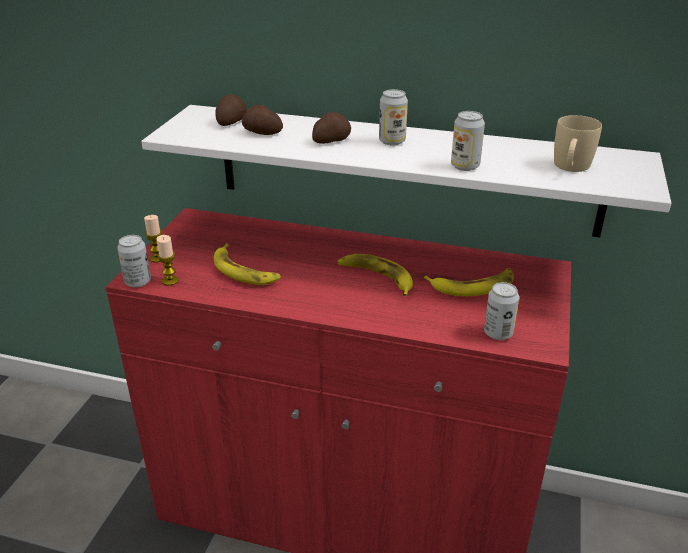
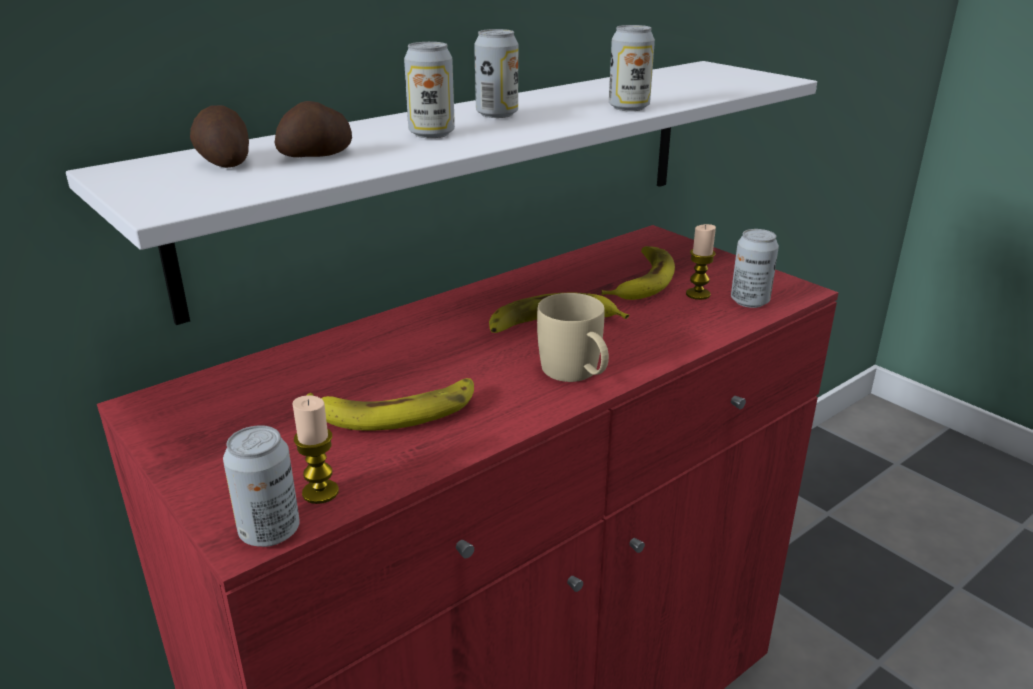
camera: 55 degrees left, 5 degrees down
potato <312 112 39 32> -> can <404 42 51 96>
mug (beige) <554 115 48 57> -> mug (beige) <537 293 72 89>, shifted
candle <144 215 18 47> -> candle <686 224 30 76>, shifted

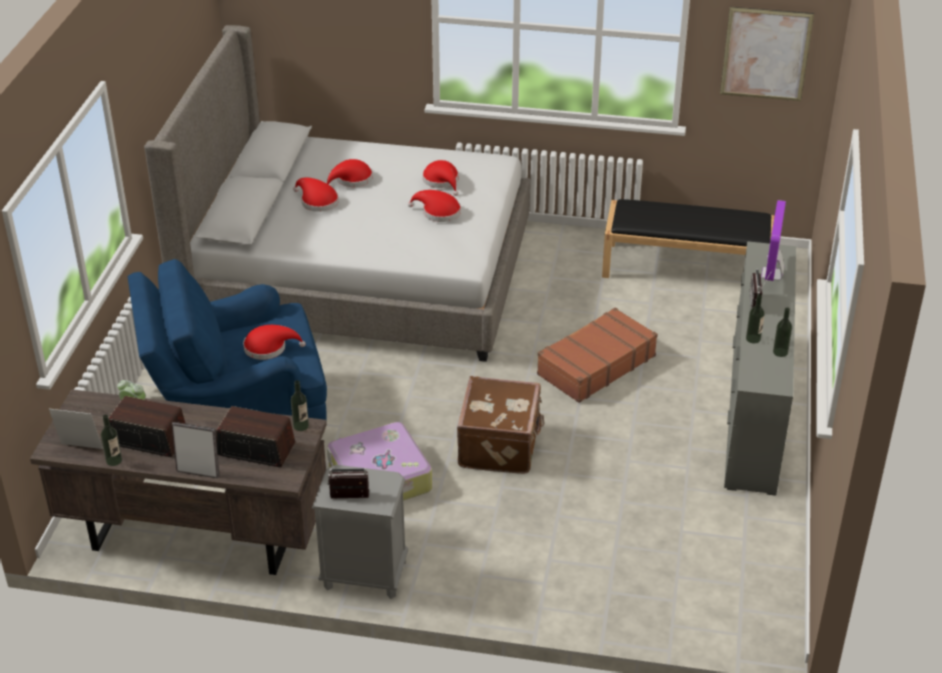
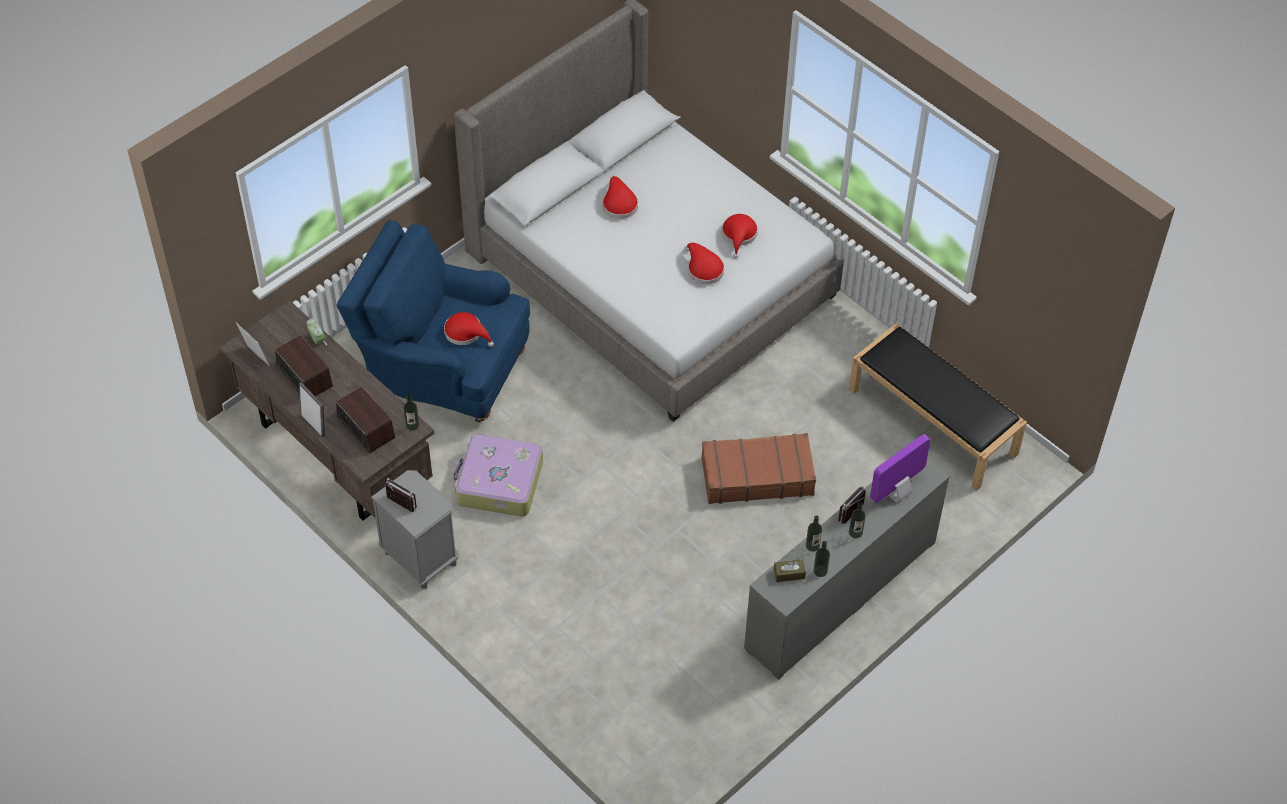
camera: 35 degrees right, 15 degrees up
none -> tissue box (brown) <774 559 32 23>
bottle <101 414 21 52> -> bottle <849 502 17 36>, shifted
hat (red) <327 159 46 28> -> none
suitcase (brown) <457 376 87 98> -> none
picture <720 7 94 94> -> none

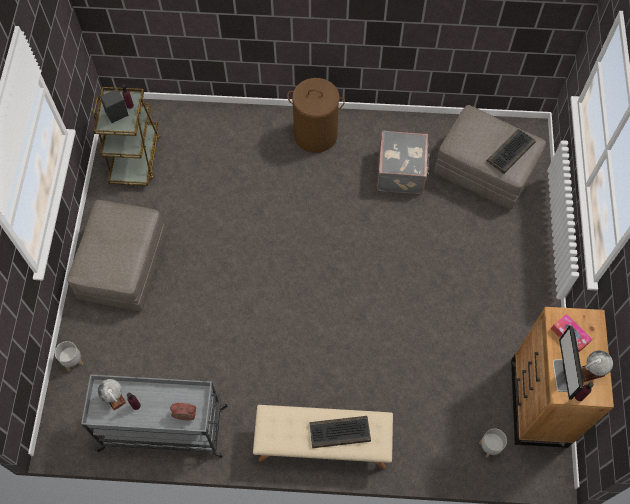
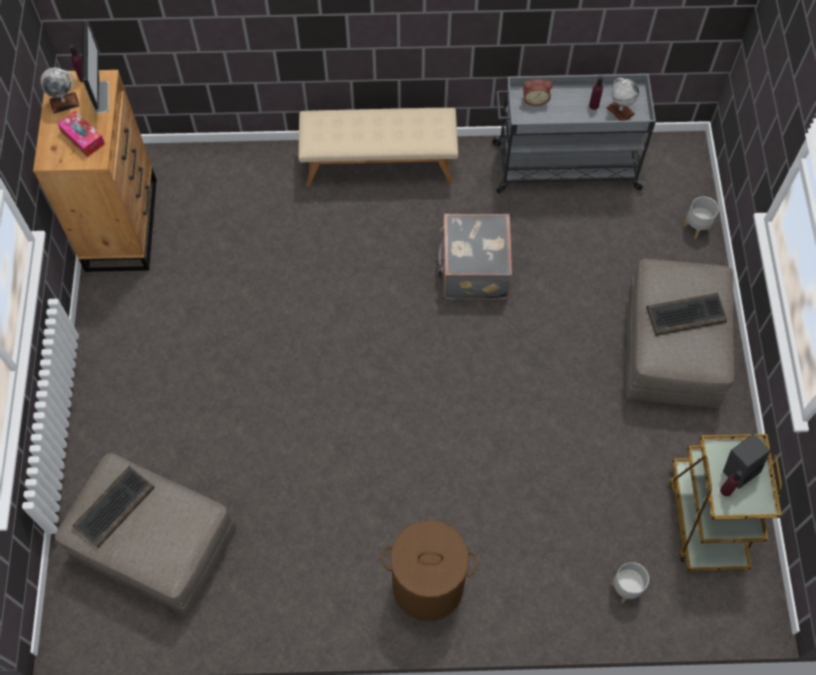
camera: 175 degrees right, 0 degrees up
suitcase (grey) <377 130 53 64> -> suitcase (grey) <437 214 75 85>, shifted
planter (grey) <479 429 28 29> -> planter (grey) <611 562 38 41>, shifted
keyboard <309 416 62 32> -> keyboard <646 293 81 43>, shifted

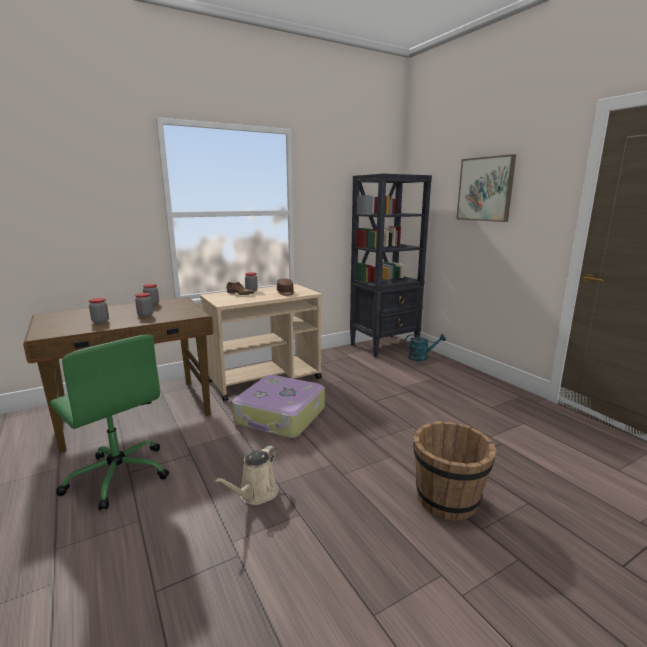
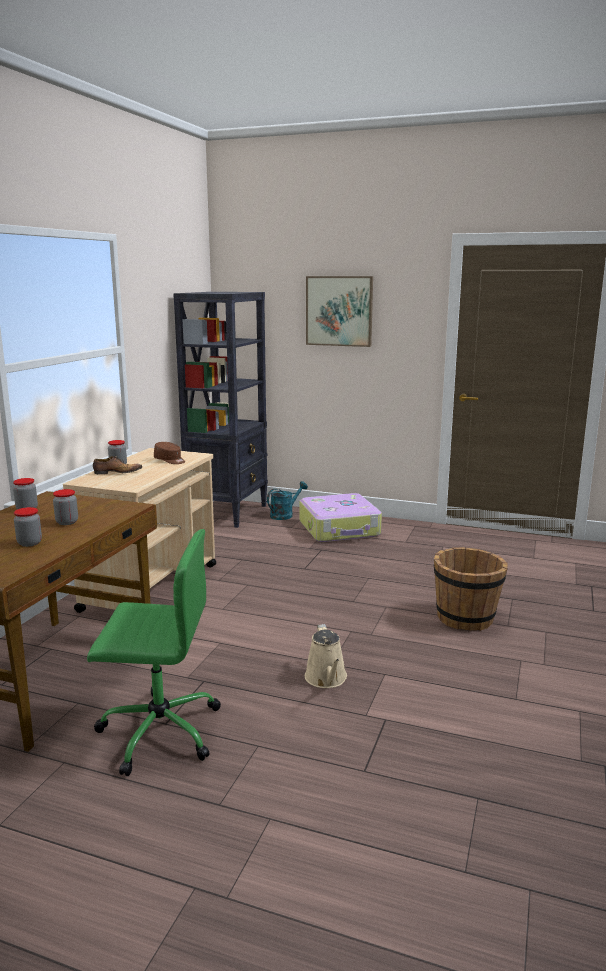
camera: 40 degrees left, 0 degrees up
suitcase <232 375 93 63> -> suitcase <299 493 83 49>, shifted

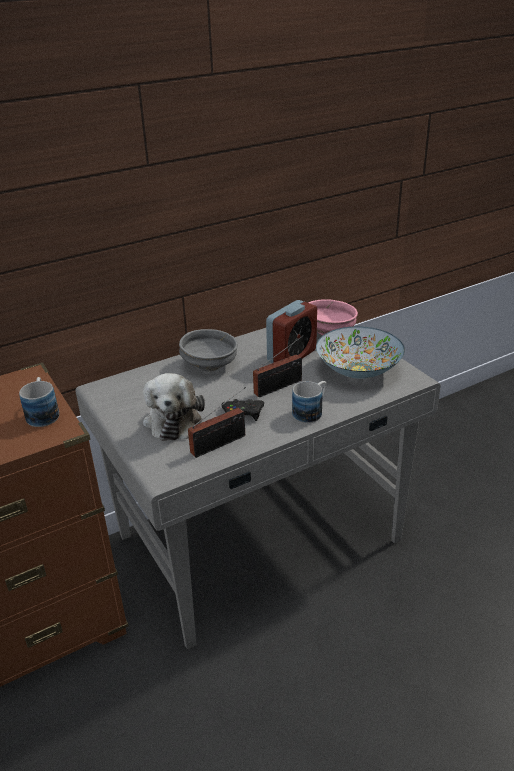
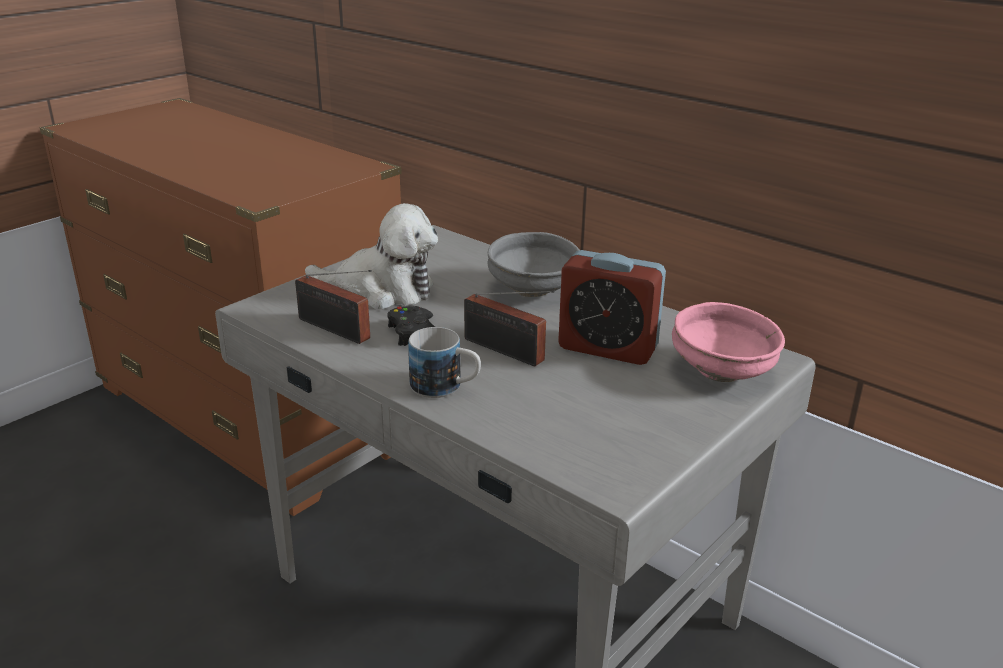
camera: 70 degrees right, 5 degrees down
plush toy <143 373 62 68> -> plush toy <305 203 133 106>, 150 degrees counterclockwise
mug <19 377 40 50> -> none
bowl <316 326 89 53> -> none

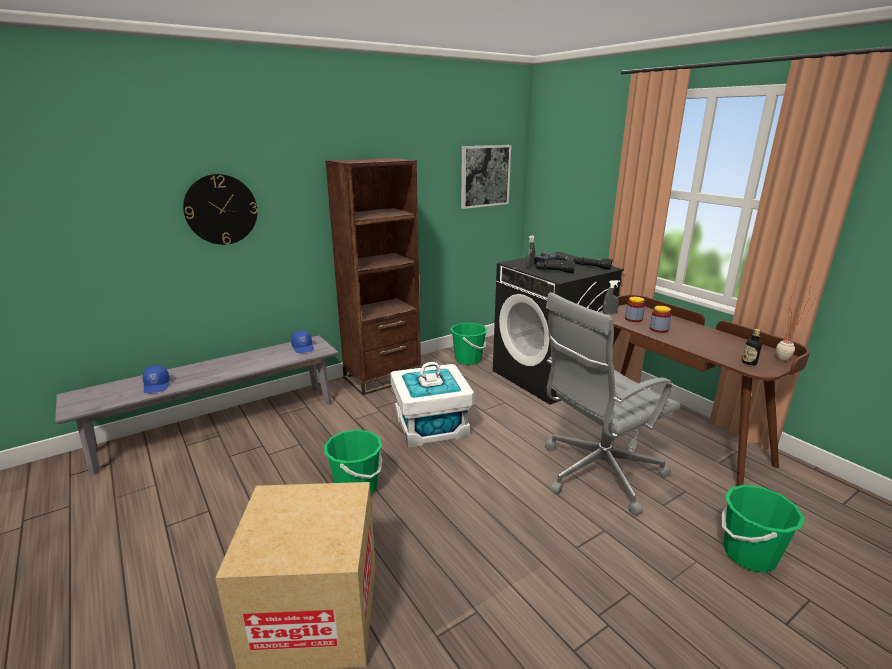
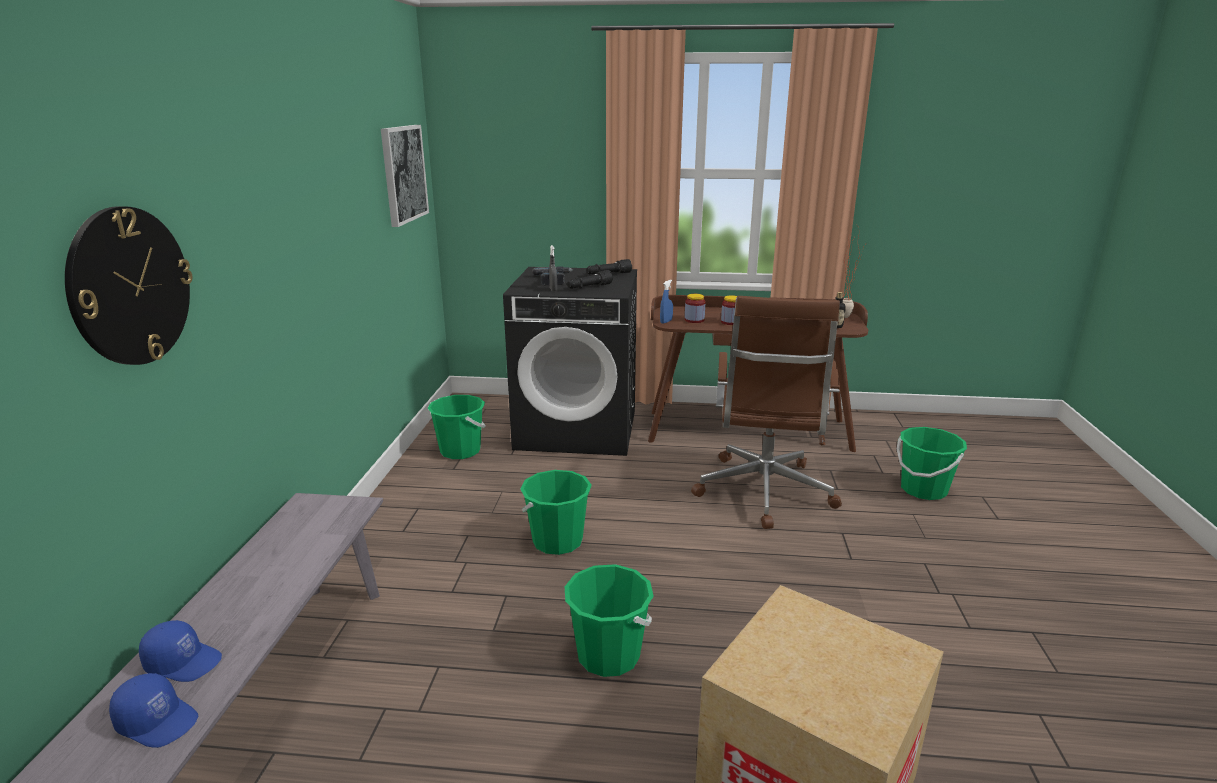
camera: 50 degrees left, 0 degrees up
cap (blue) <291 330 23 23> -> cap (blue) <139 620 83 62>, shifted
storage box (white) <390 362 84 85> -> bucket (green) <520 470 72 85>
spray bottle (grey) <603 280 17 34> -> spray bottle (blue) <660 280 13 44>
office chair (grey) <545 292 135 223> -> office chair (brown) <691 296 151 233>
bookcase (brown) <325 158 96 237> -> none

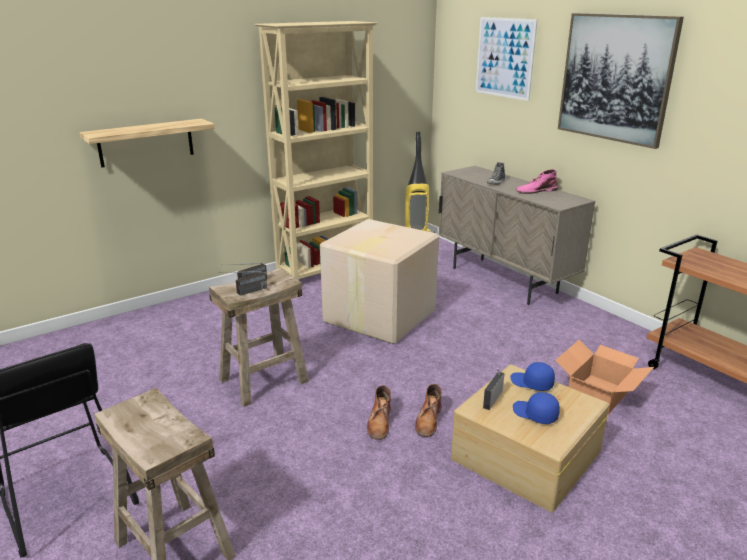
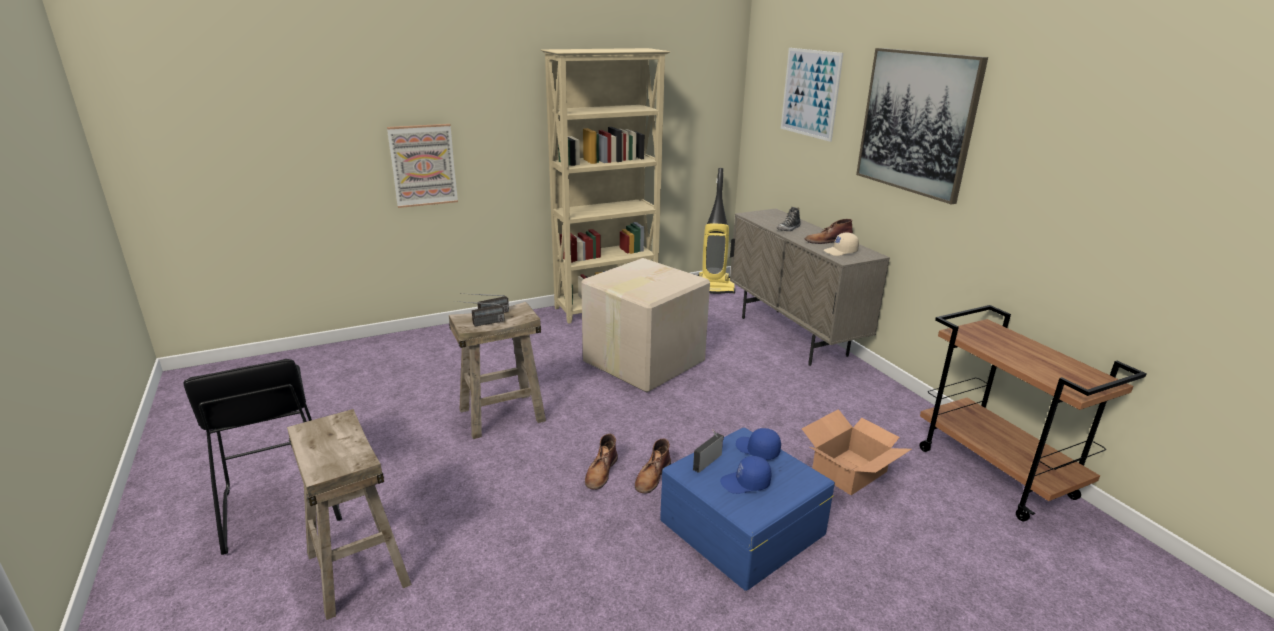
camera: 10 degrees right, 0 degrees up
shelf <80 119 135 49> -> picture <387 124 71 84>
storage box (beige) <451 365 159 147> -> storage box (blue) <660 428 175 163>
cap (blue) <513 392 47 32> -> cap (blue) <720 456 51 38>, 60 degrees counterclockwise
boot (pink) <516 169 42 25> -> boot (brown) <805 219 48 25>
none -> cap (beige) <824 232 35 24>

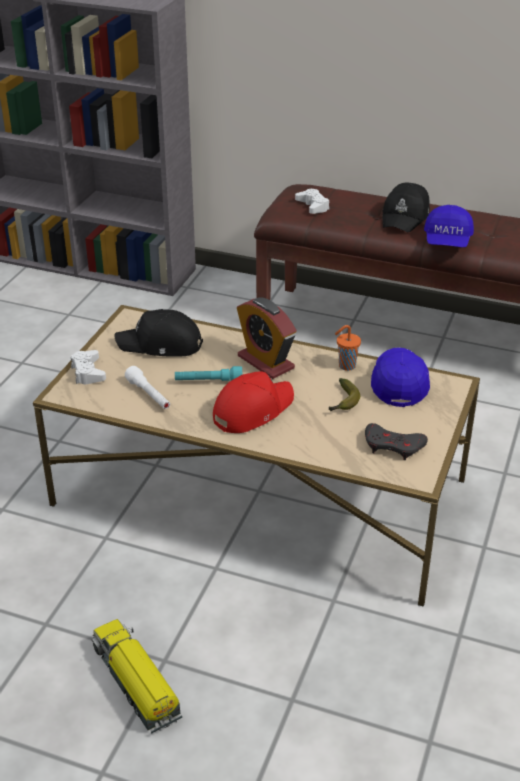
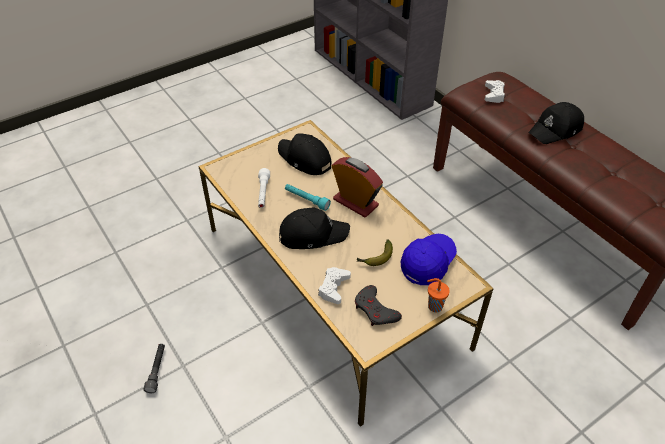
camera: 35 degrees right, 10 degrees up
toy truck <92 619 90 115> -> flashlight (grey) <143 344 22 49>
cap (red) <213 371 81 62> -> cap (black) <279 207 71 42>
game controller (white) <71 350 35 34> -> game controller (white) <318 267 33 37>, shifted
alarm clock <237 297 60 82> -> alarm clock <332 157 51 60>, 135 degrees clockwise
cup (orange) <335 325 26 46> -> cup (orange) <427 278 23 34>, shifted
cap (blue) <424 205 50 42> -> none

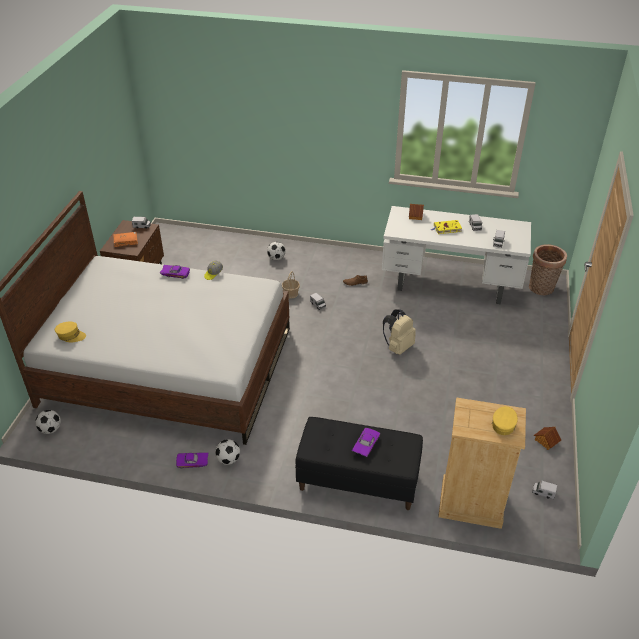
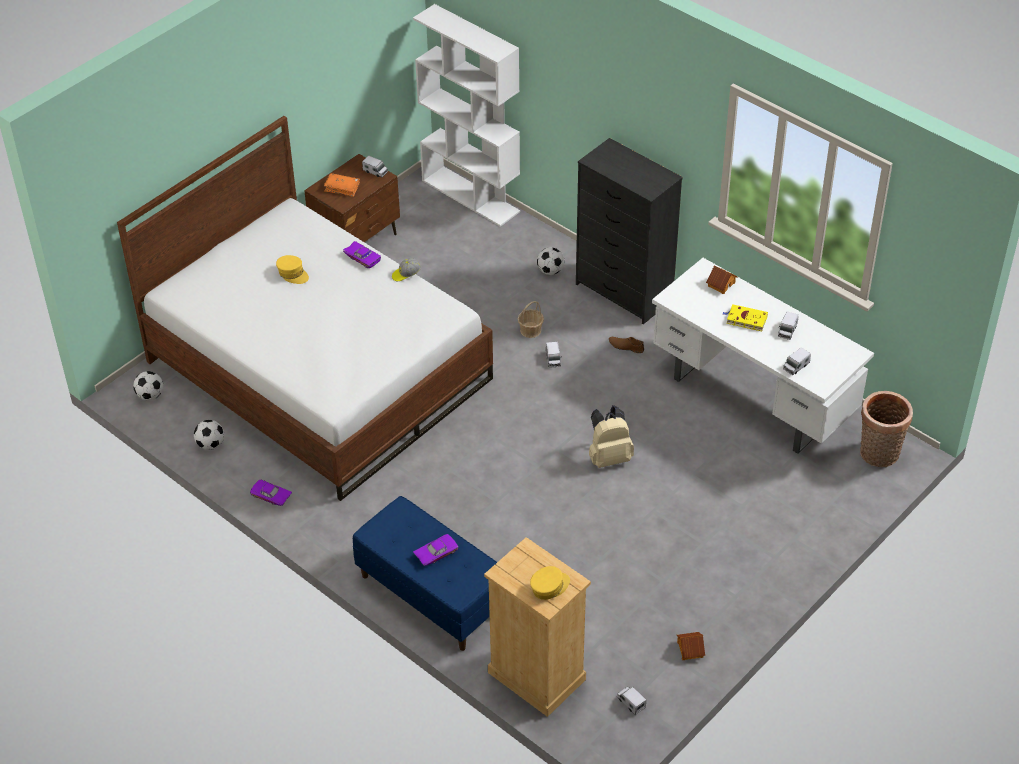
camera: 30 degrees right, 5 degrees up
football <215 439 25 26> -> football <194 420 30 30>, shifted
cap (yellow) <55 322 31 20> -> cap (yellow) <276 255 33 29>, shifted
bench (black) <295 417 128 93> -> bench (blue) <353 496 144 155>
none -> bookcase (white) <413 4 107 223>
none -> dresser (black) <576 138 107 186>

